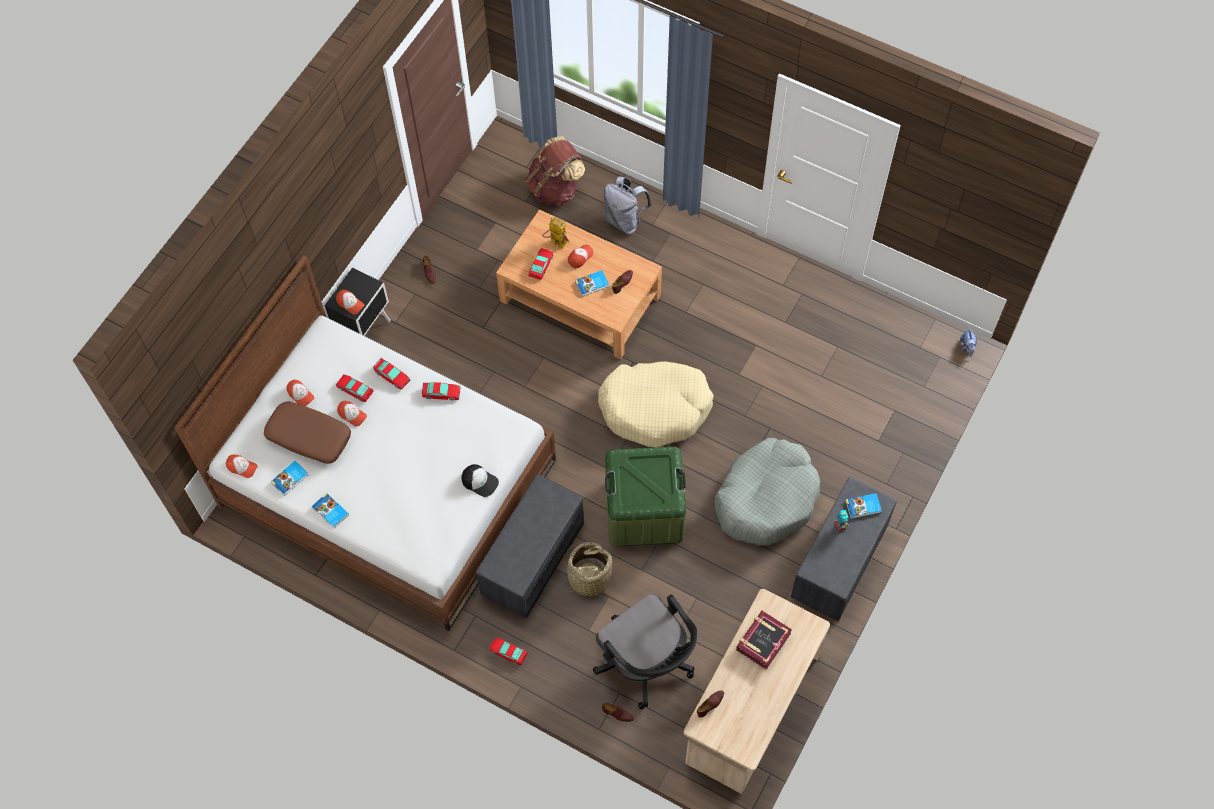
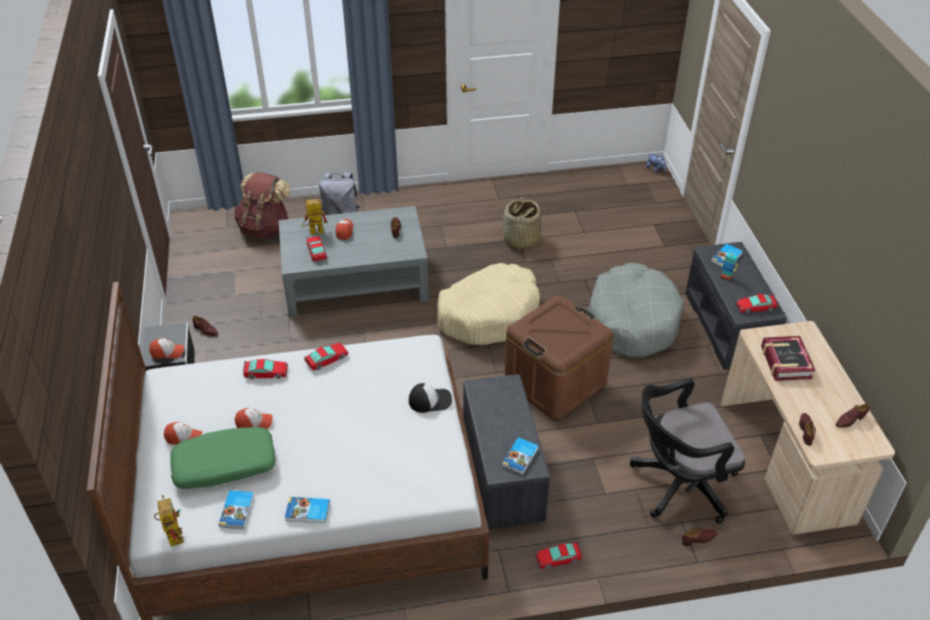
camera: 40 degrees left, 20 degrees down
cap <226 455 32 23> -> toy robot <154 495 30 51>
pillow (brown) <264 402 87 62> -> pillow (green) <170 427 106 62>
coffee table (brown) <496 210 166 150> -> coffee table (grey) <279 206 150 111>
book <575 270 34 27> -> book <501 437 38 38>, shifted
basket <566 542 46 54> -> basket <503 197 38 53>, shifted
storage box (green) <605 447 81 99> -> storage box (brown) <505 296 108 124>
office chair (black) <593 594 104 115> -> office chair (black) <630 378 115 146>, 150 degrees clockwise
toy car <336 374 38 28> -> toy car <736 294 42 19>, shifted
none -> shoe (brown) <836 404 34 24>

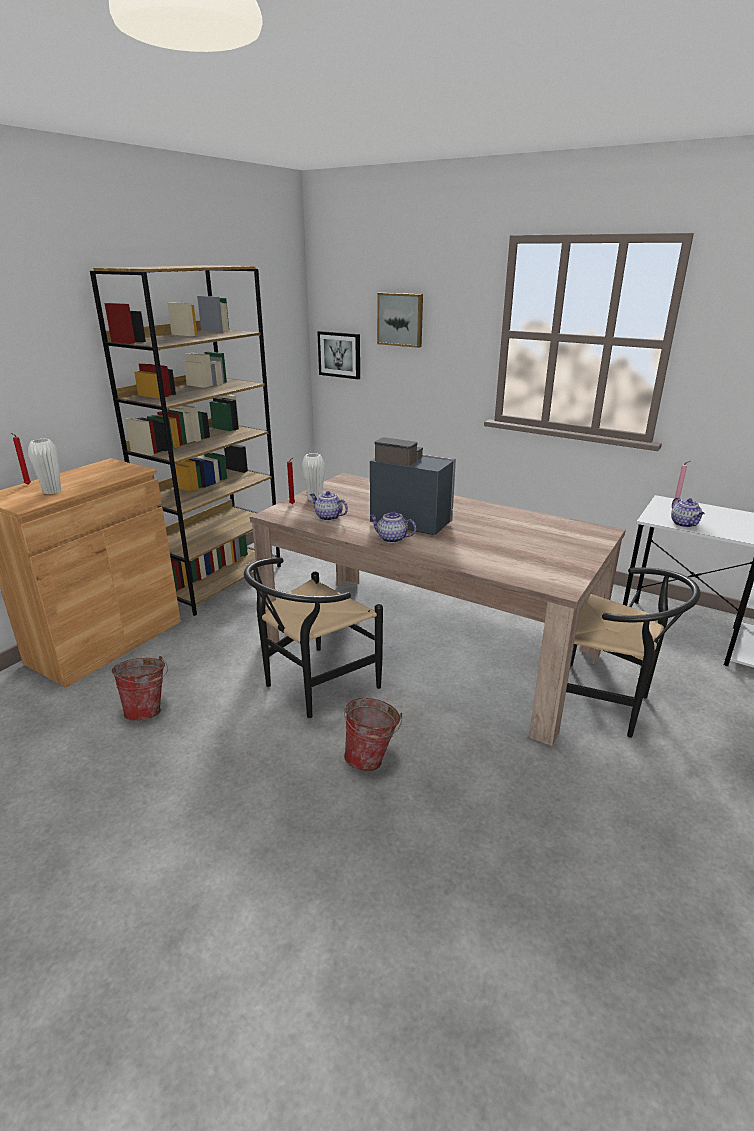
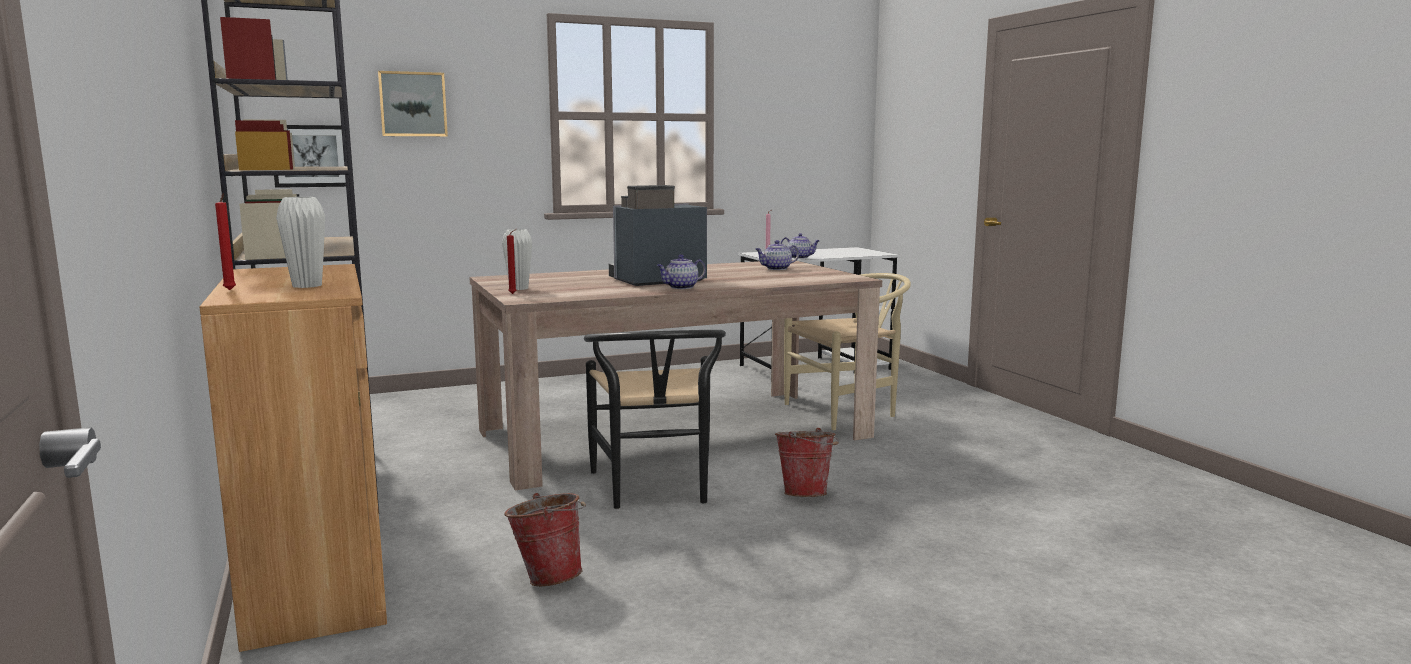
camera: 55 degrees left, 15 degrees down
teapot <310 491 38 30> -> teapot <756 240 43 30>, shifted
chair (black) <566 567 134 171> -> chair (beige) <784 273 127 157>

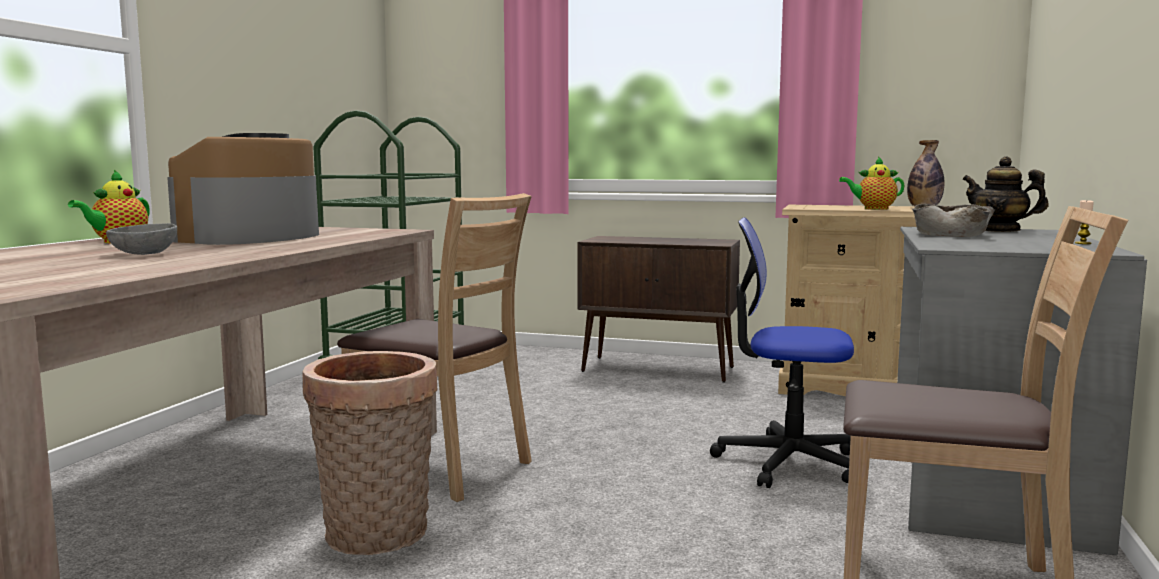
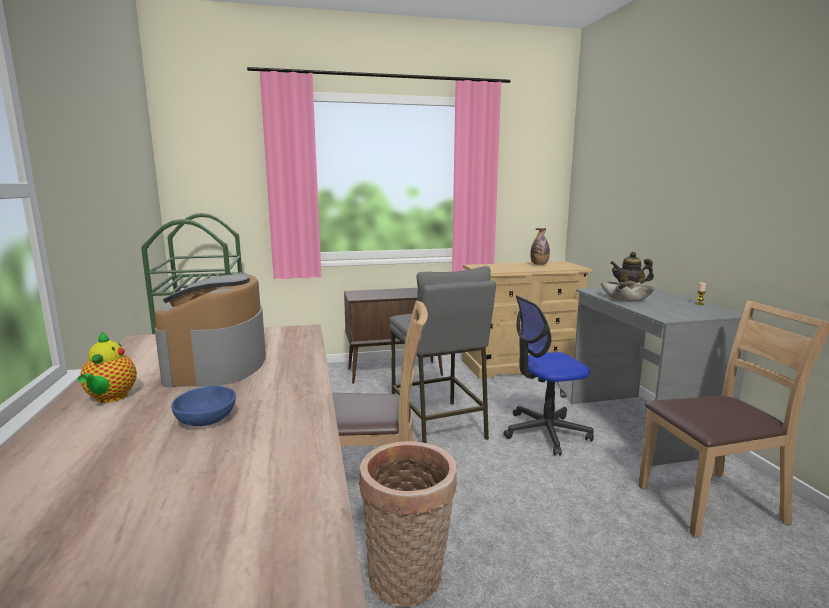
camera: 30 degrees left, 5 degrees up
bowl (grey) <106 223 71 32> -> bowl (blue) <171 386 65 40>
none -> stool (grey) <389 266 107 177>
teapot <839 157 66 53> -> none

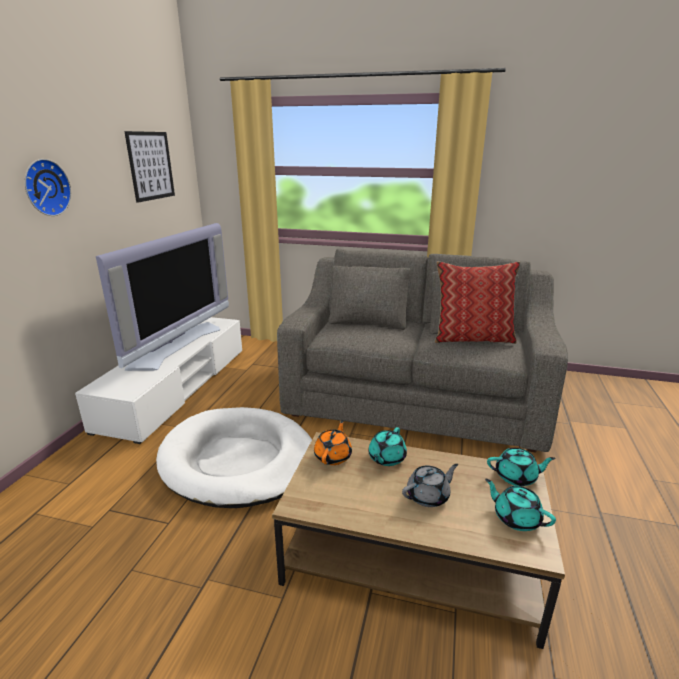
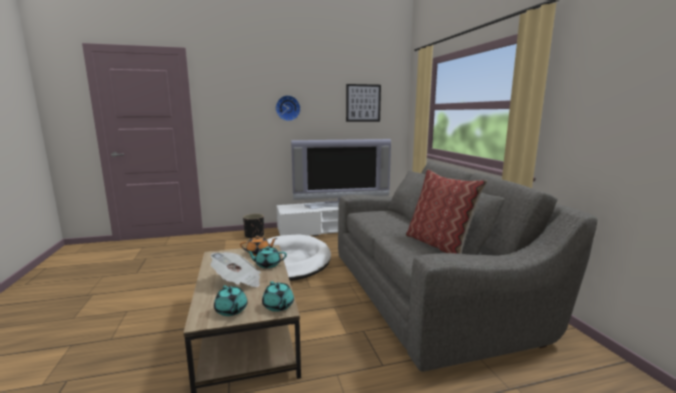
camera: 60 degrees right, 10 degrees down
teapot (grey) <402 464 56 43> -> newspaper <210 252 51 35>
teapot (turquoise) <485 479 71 52> -> teapot (turquoise) <214 285 33 31>, 135 degrees clockwise
none -> planter (black) <243 213 21 25>

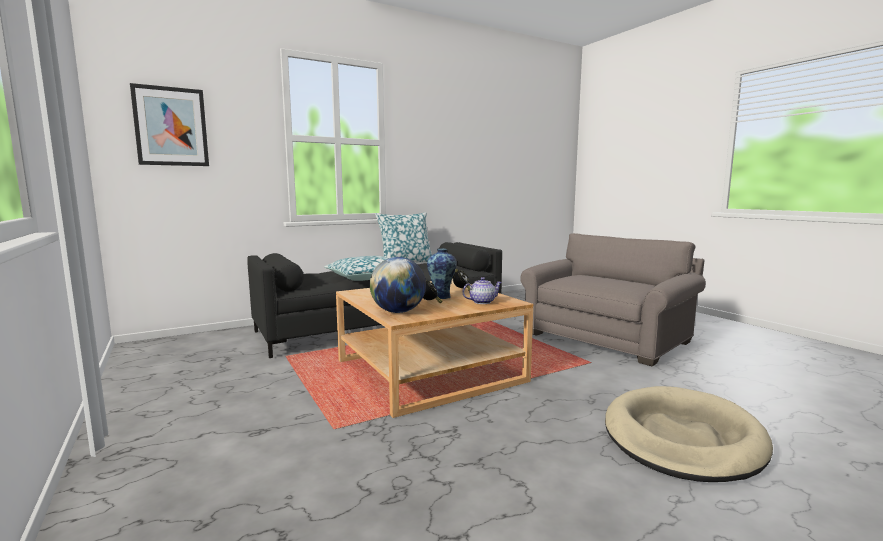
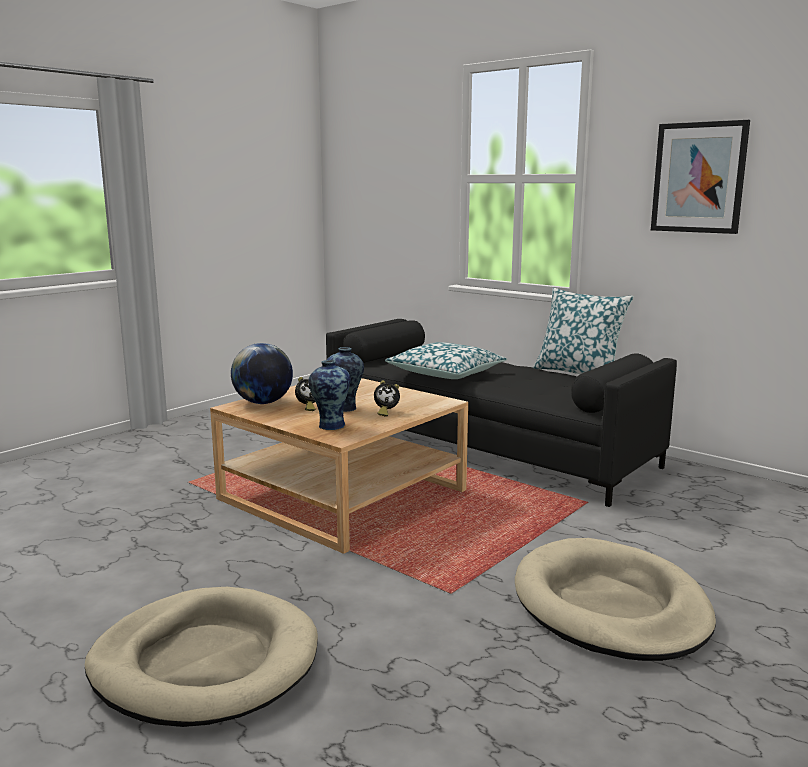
camera: 70 degrees right, 5 degrees up
teapot <462 277 40 27> -> vase <308 360 43 70>
armchair (grey) <520 233 186 133> -> dog bed (beige) <515 538 201 123>
picture <130 83 79 83> -> picture <651 120 99 114>, shifted

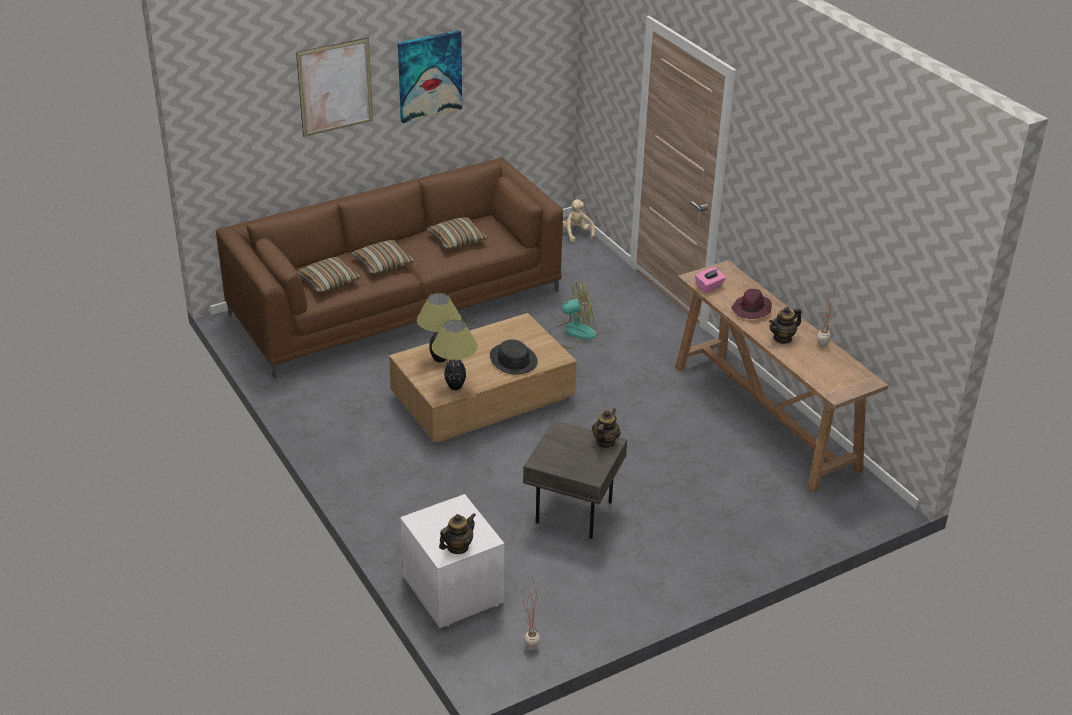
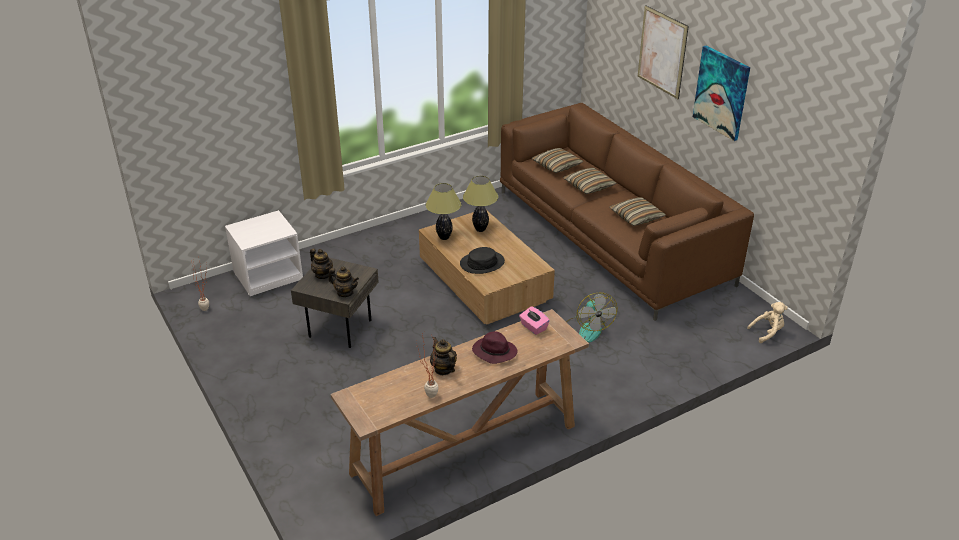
camera: 90 degrees right, 0 degrees up
teapot <439 513 37 41> -> teapot <310 248 23 31>, shifted

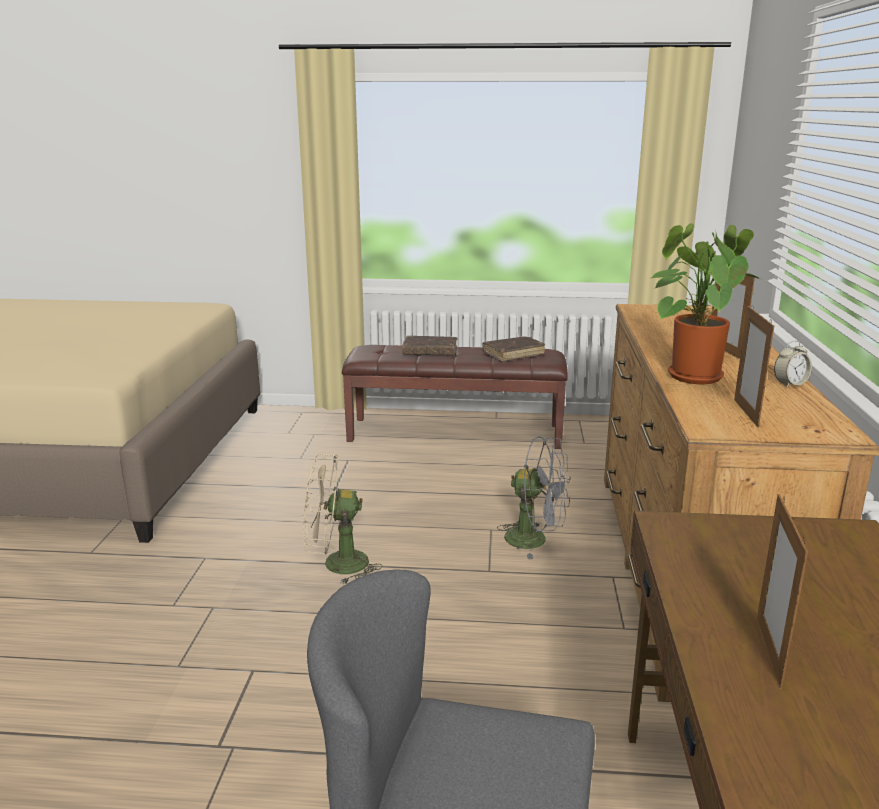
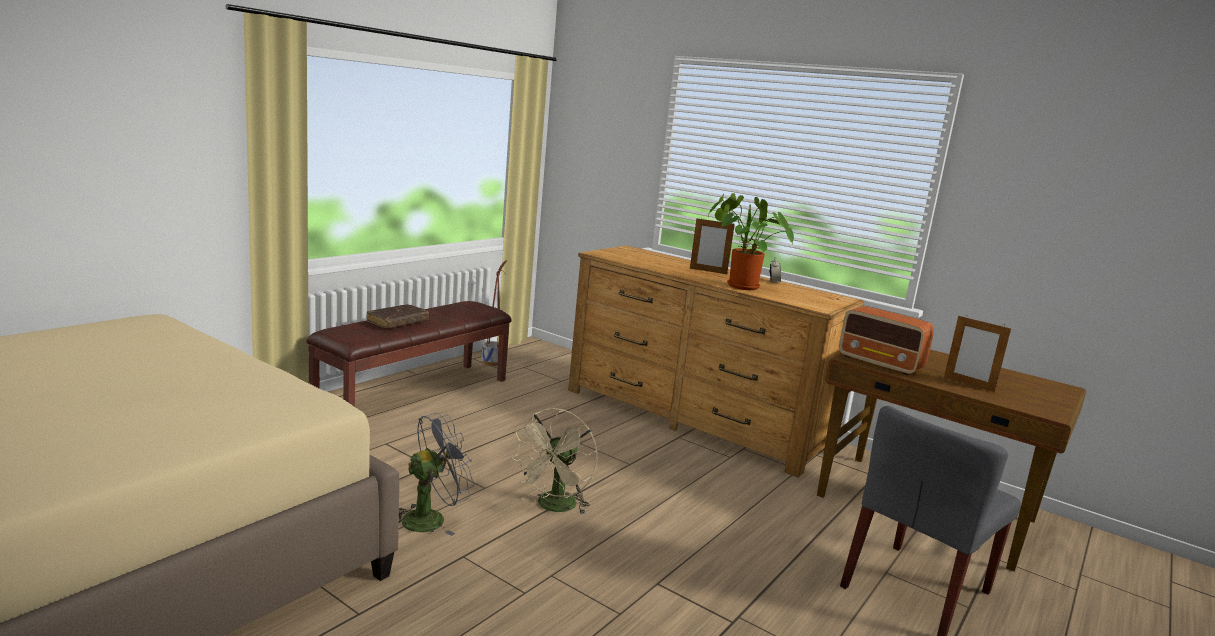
camera: 60 degrees left, 5 degrees down
fan (grey) <497 436 74 123> -> fan (grey) <399 413 76 123>, shifted
none -> planter <482 260 25 106>
none -> radio <839 306 95 70>
book (brown) <482 336 63 26> -> none
picture frame <734 305 40 122> -> none

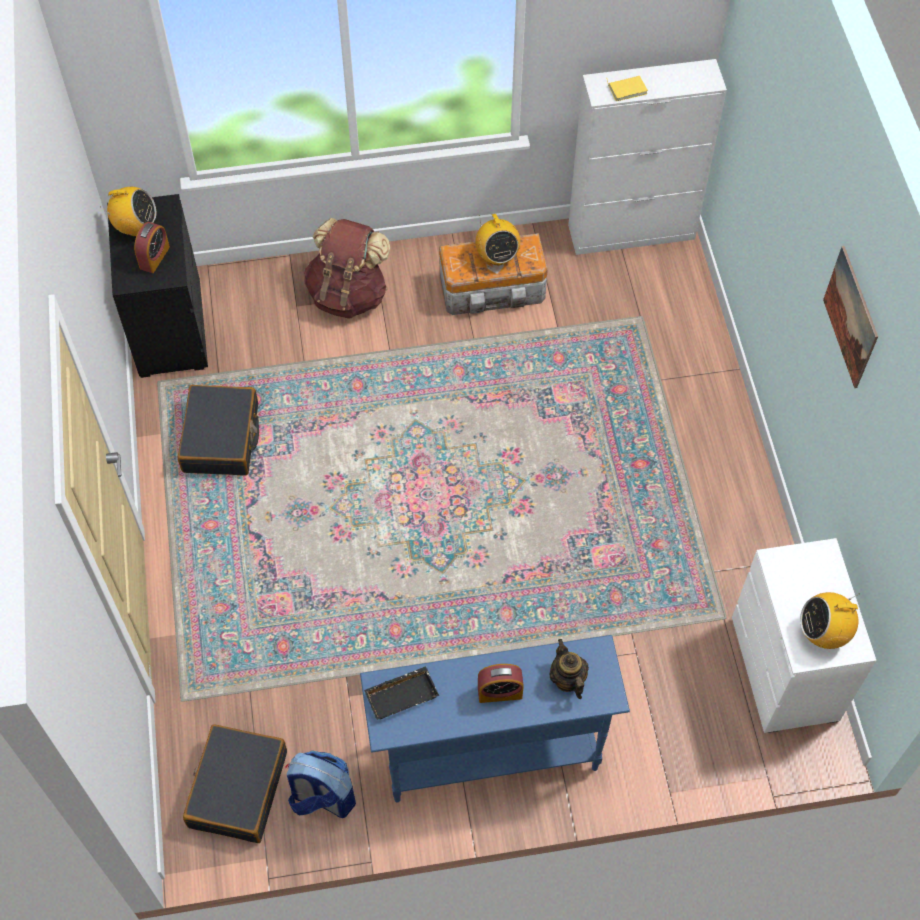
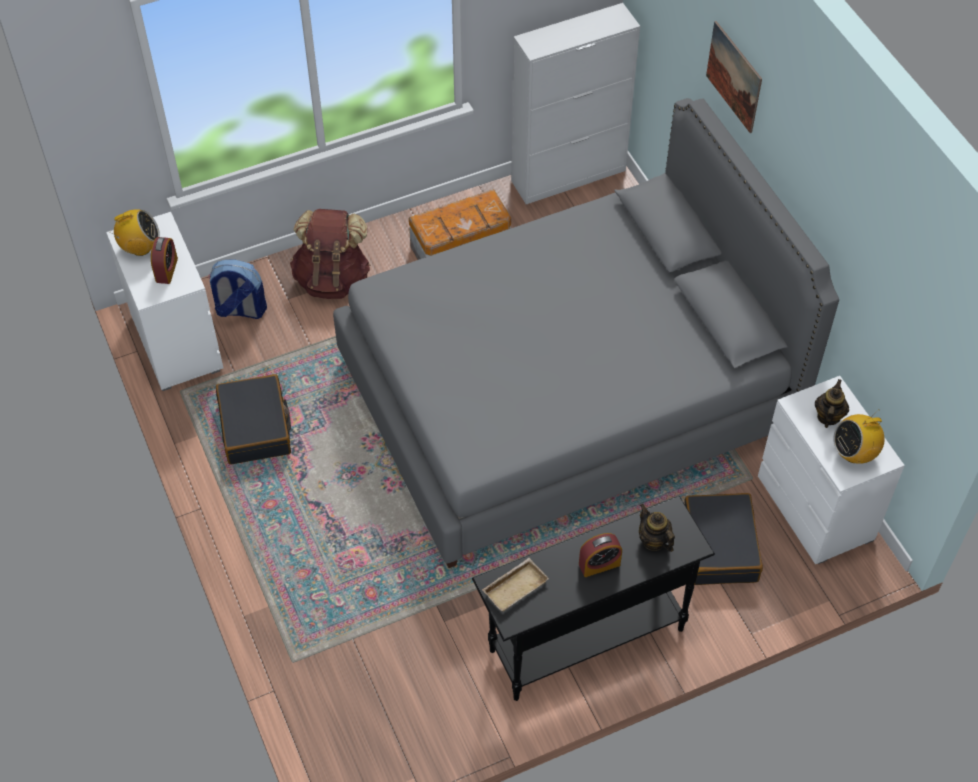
camera: 15 degrees left, 5 degrees down
dresser (black) <107 194 101 184> -> dresser (white) <106 212 117 179>
backpack <285 750 71 68> -> backpack <208 259 59 60>, shifted
none -> bed (grey) <333 98 506 470>
console table (blue) <360 635 270 168> -> console table (black) <472 496 243 205>
tray (black) <364 666 75 54> -> tray (beige) <482 558 67 53>
suitcase (black) <183 724 104 119> -> suitcase (black) <684 493 79 92>, shifted
picture <823 246 55 142> -> picture <706 21 56 112>, shifted
none -> teapot <815 379 34 49>
radio <475 214 45 51> -> none
book (yellow) <607 76 41 25> -> none

